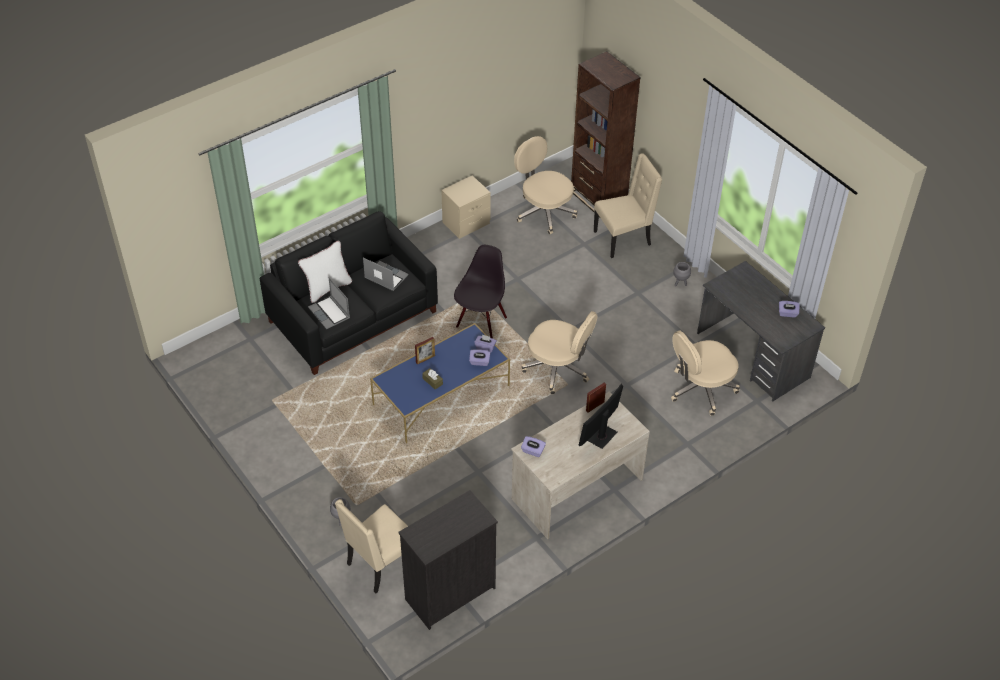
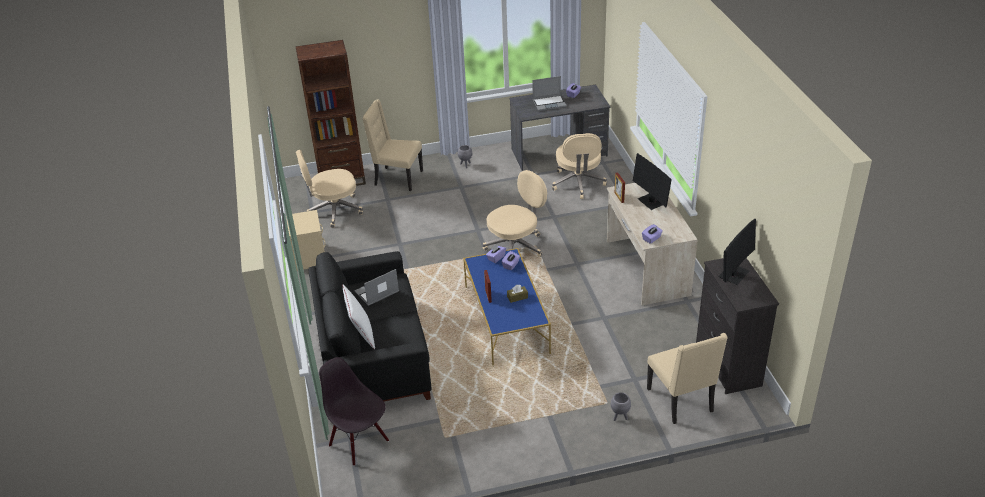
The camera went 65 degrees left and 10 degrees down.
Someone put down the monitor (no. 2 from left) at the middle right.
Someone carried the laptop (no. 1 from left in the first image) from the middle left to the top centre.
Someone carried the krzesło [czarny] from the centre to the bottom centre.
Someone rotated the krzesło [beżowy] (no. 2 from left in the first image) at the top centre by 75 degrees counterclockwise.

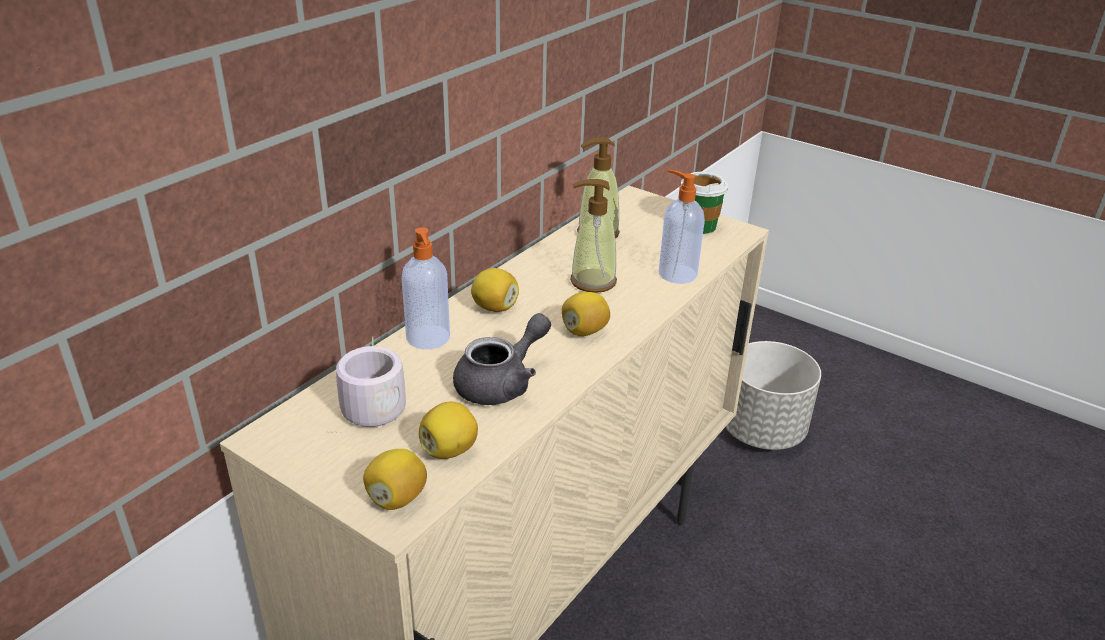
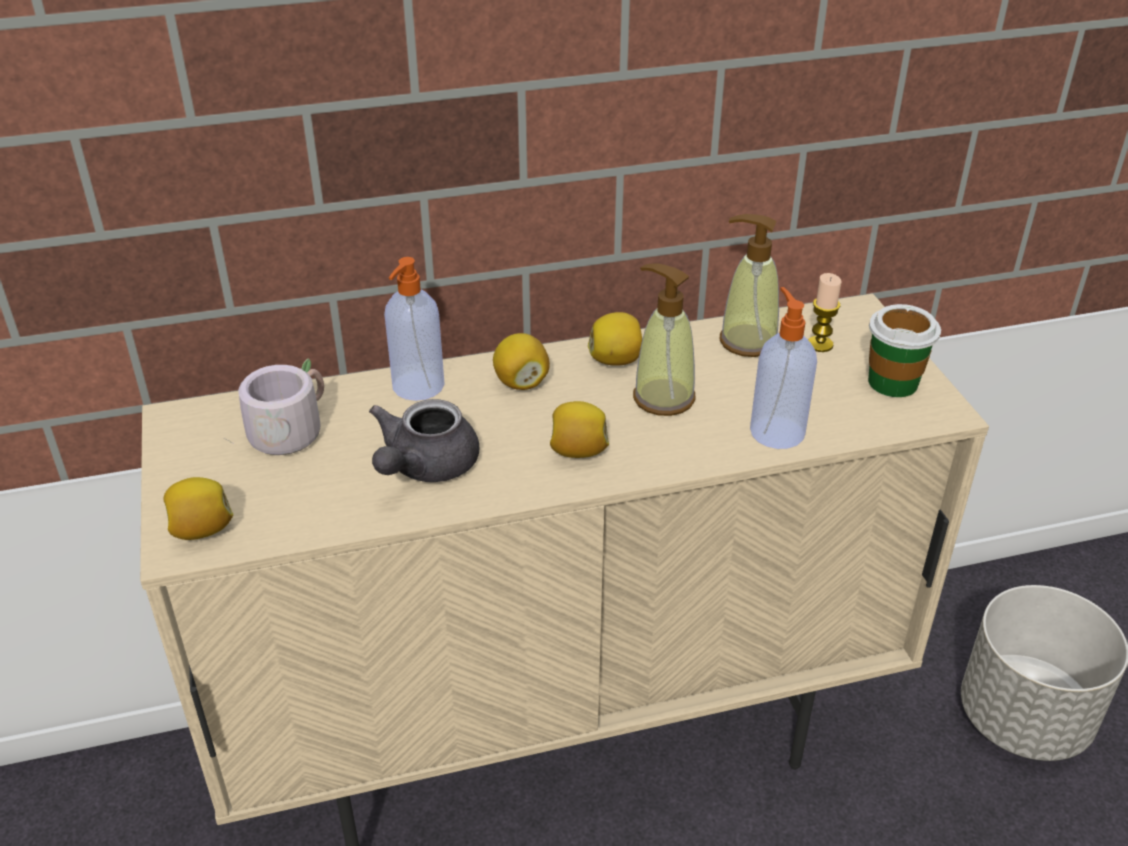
The camera went 40 degrees right and 5 degrees up.
Someone put down the świeca at the middle right.
Someone carried the cytryna (no. 2 from left in the first image) from the bottom centre to the centre.
Someone rotated the imbryk [szary] at the centre by 120 degrees clockwise.

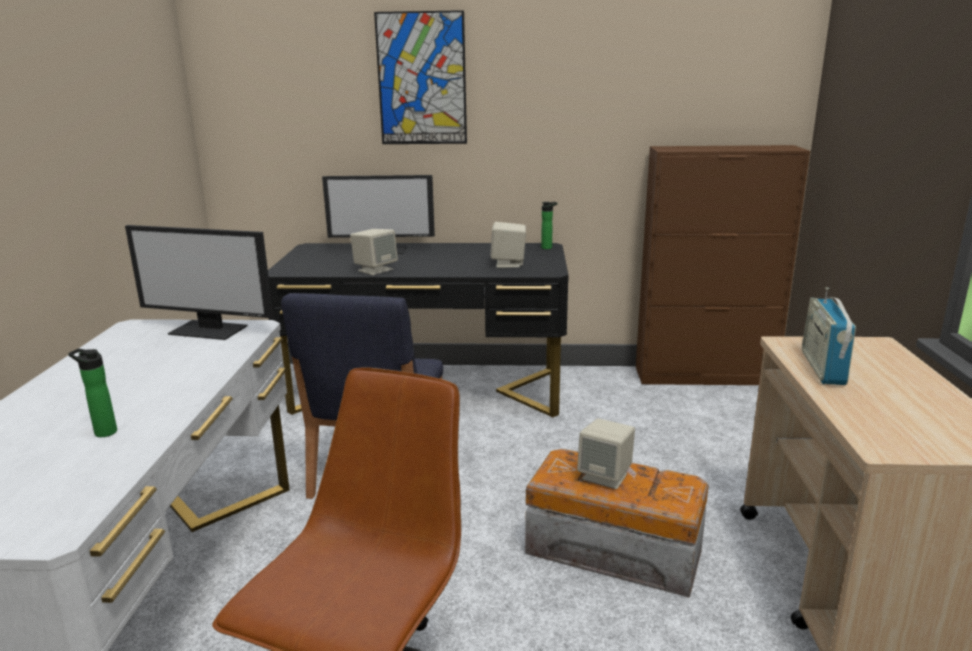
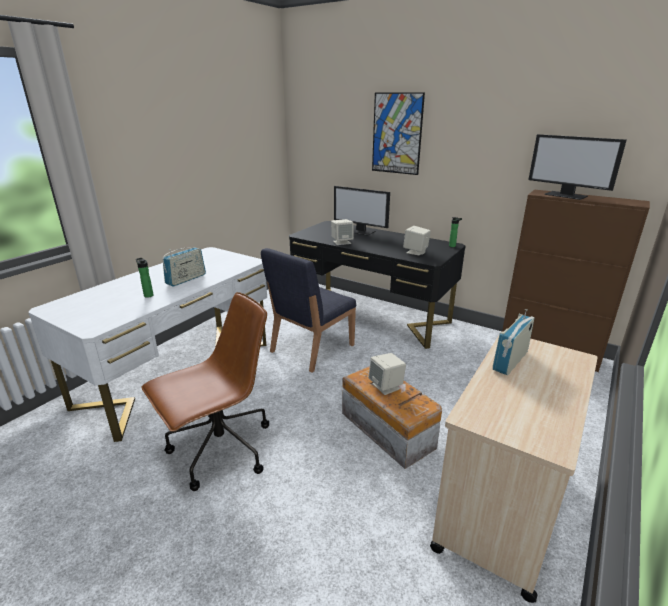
The camera went 30 degrees right and 5 degrees up.
Someone put down the radio (no. 1 from left) at the middle left.
Someone carried the monitor (no. 1 from left in the first image) from the middle left to the top right.

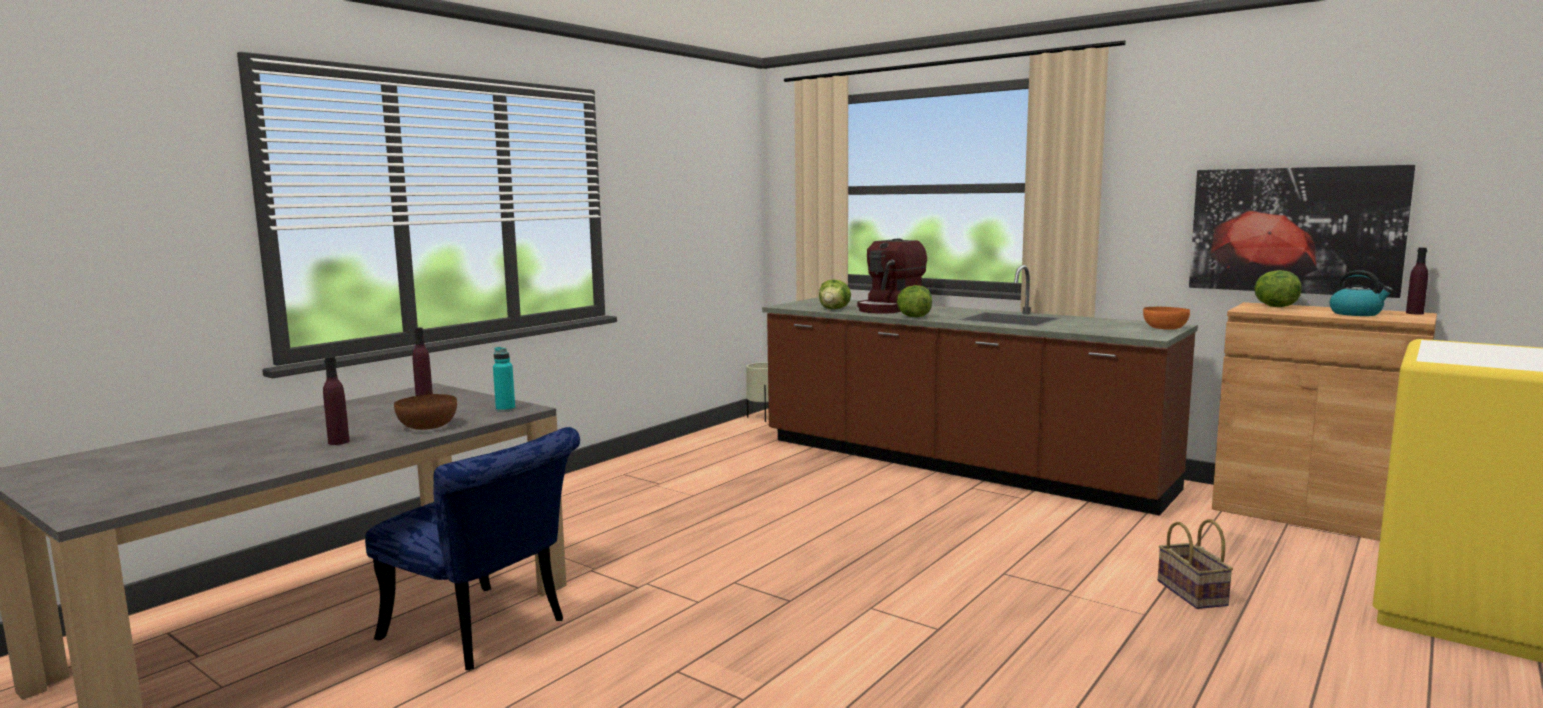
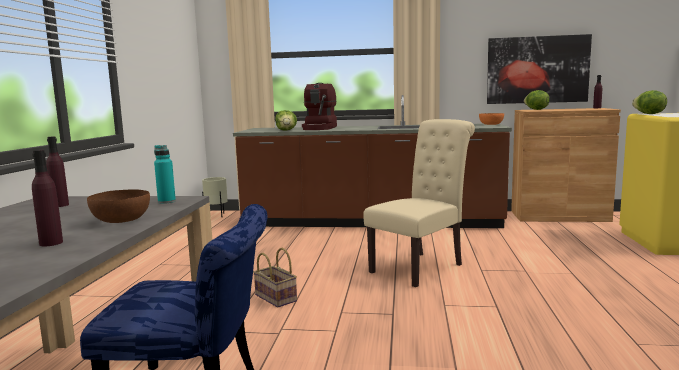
The camera went 30 degrees left and 0 degrees up.
Someone took away the czajnik at the middle right.
Someone put down the krzesło [beżowy] at the centre.
Someone carried the sałata (no. 2 from left in the first image) from the centre to the top right.
Someone carried the koszyk from the bottom right to the bottom centre.

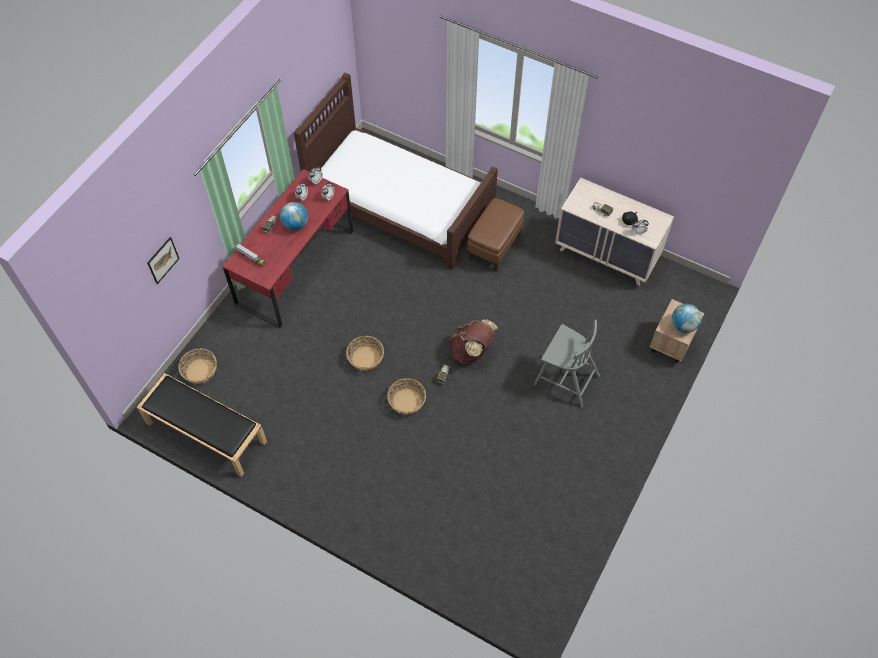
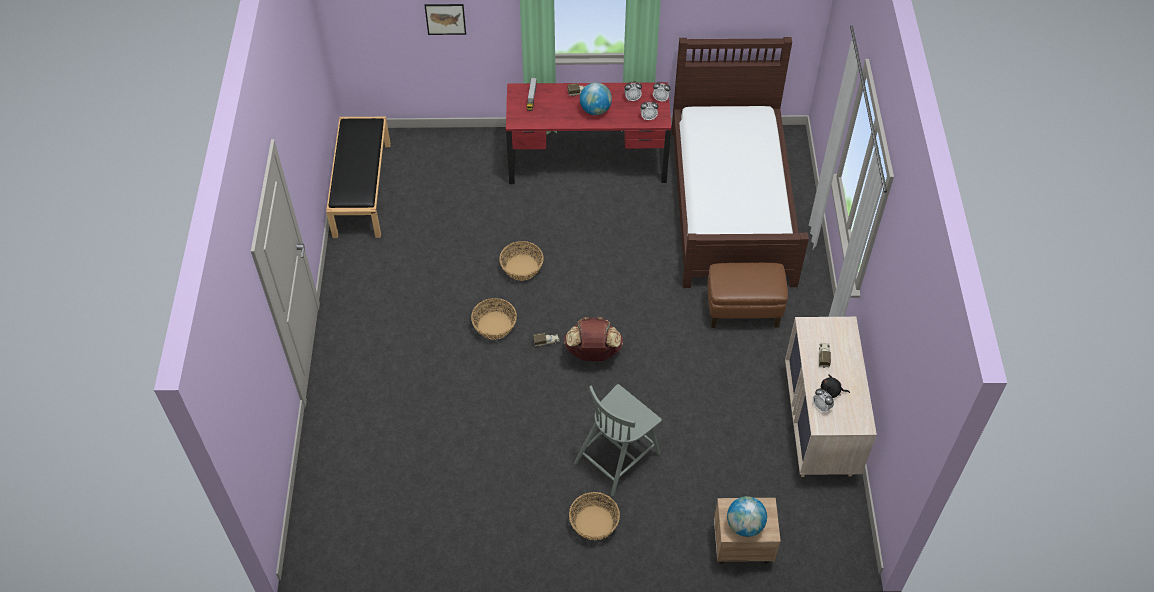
The camera went 60 degrees right and 5 degrees down.
Someone carried the koszyk (no. 1 from left in the first image) from the middle left to the bottom centre.
Someone rotated the krzesło [szary] at the centre by 45 degrees clockwise.

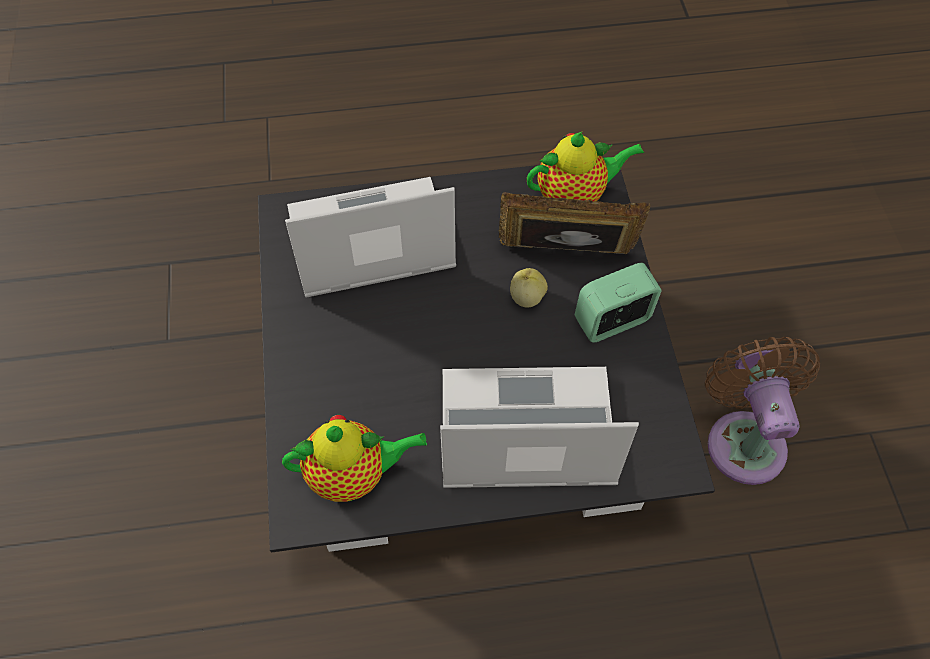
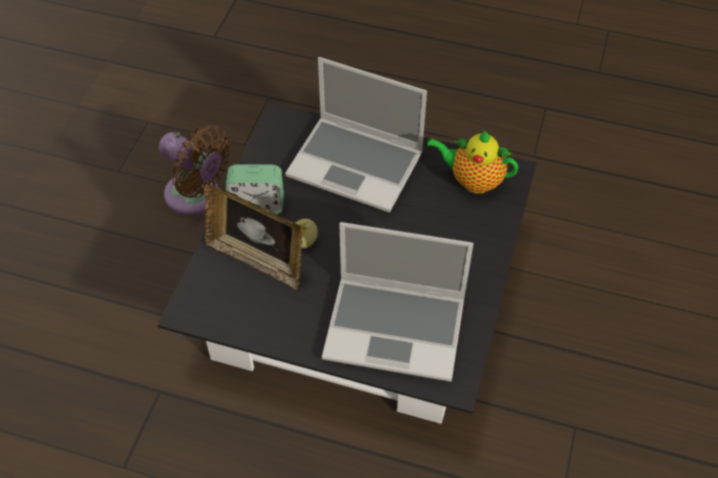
The camera went 155 degrees left and 5 degrees down.
Someone took away the imbryk (no. 2 from left) at the top centre.
Someone rotated the wentylator [brązowy] at the middle right by 75 degrees counterclockwise.

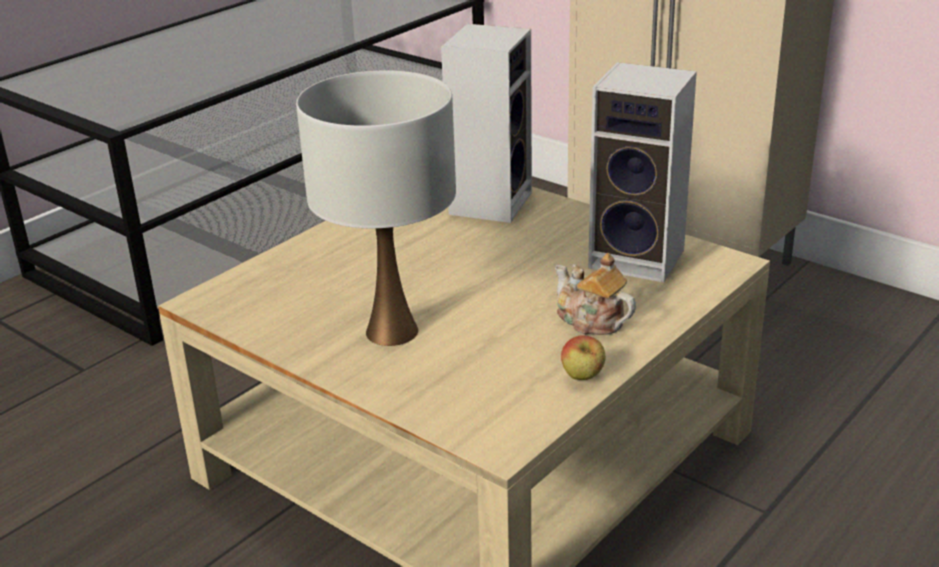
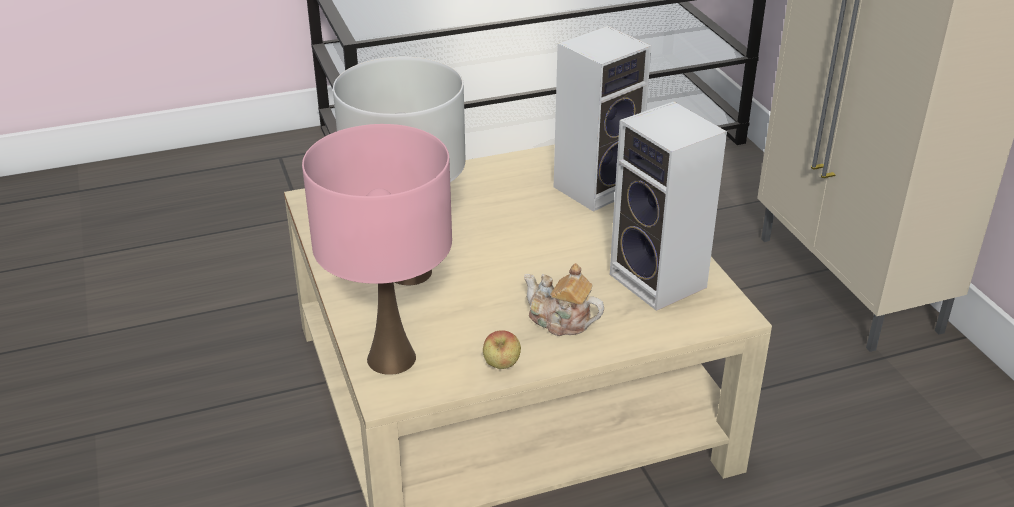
The camera went 30 degrees right and 5 degrees up.
Someone put down the lampa stołowa [różowy] at the centre.
Someone rotated the imbryk at the centre by 45 degrees counterclockwise.

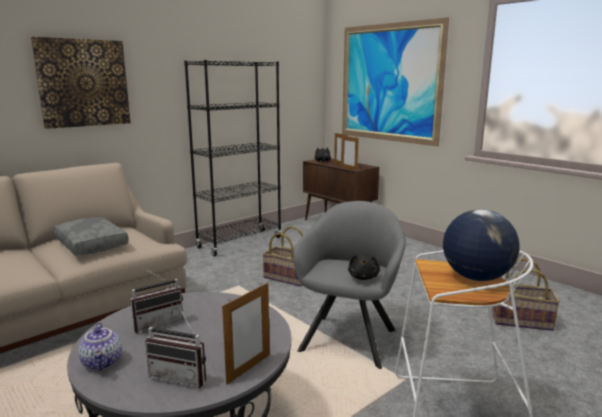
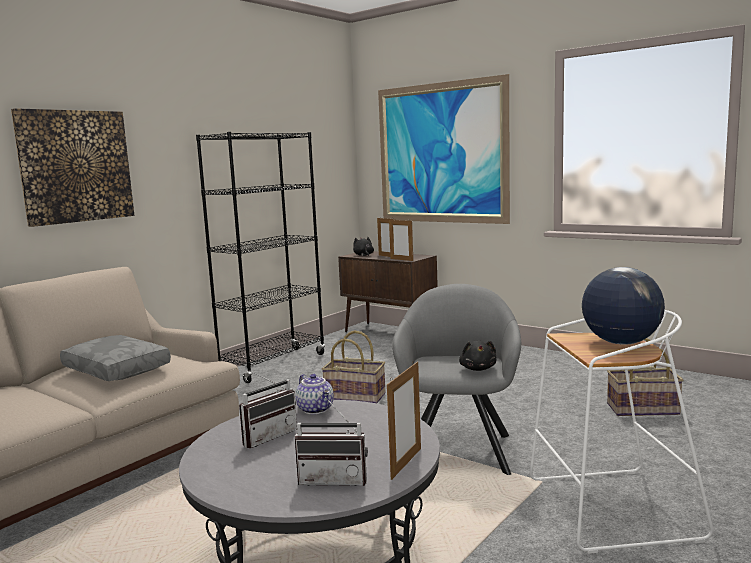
The camera went 10 degrees left and 5 degrees down.
Someone carried the imbryk from the bottom left to the bottom centre.

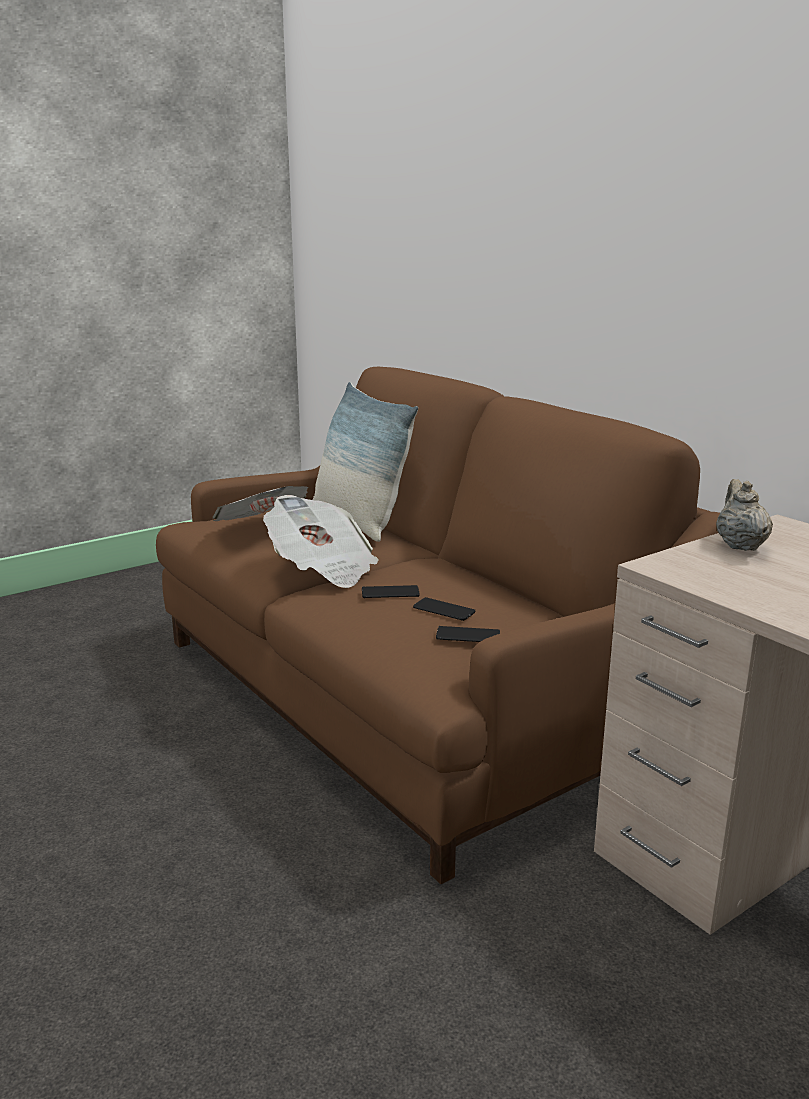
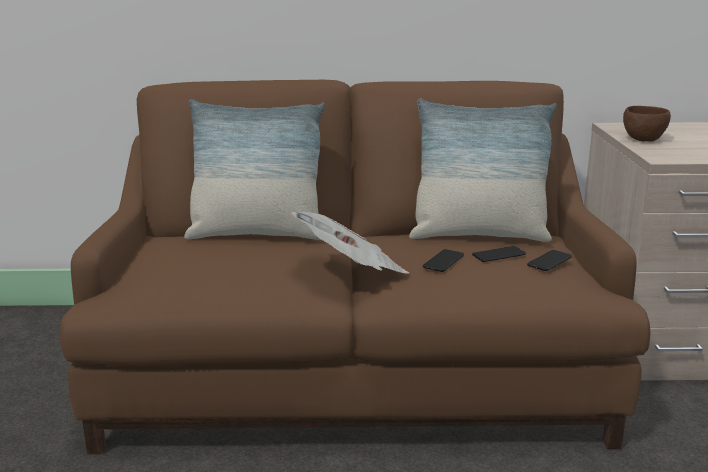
The camera went 55 degrees left and 0 degrees up.
Someone took away the gazeta (no. 1 from left) at the middle left.
Someone put down the poduszka (no. 2 from left) at the middle right.
Someone swapped the imbryk [beżowy] at the middle right for the miska [brązowy] at the top right.

